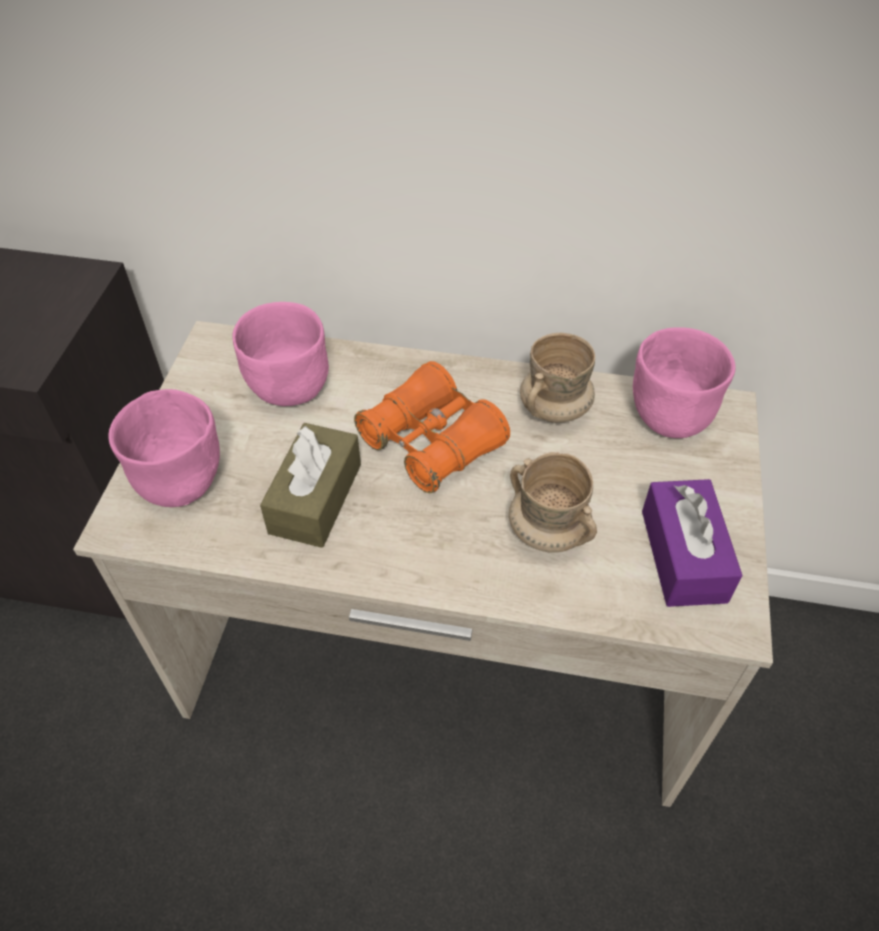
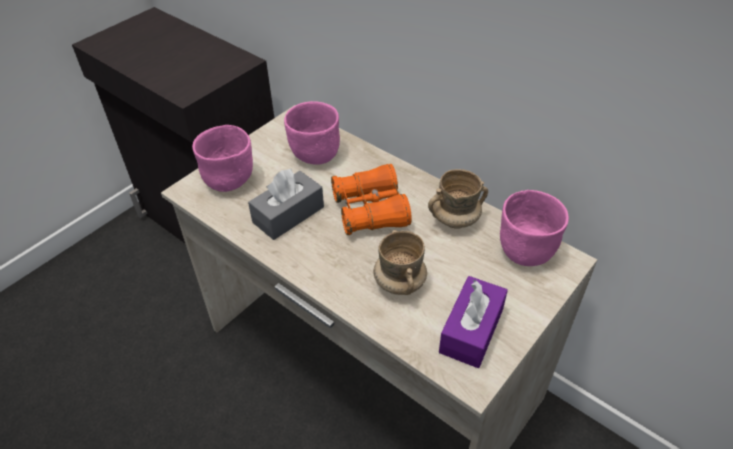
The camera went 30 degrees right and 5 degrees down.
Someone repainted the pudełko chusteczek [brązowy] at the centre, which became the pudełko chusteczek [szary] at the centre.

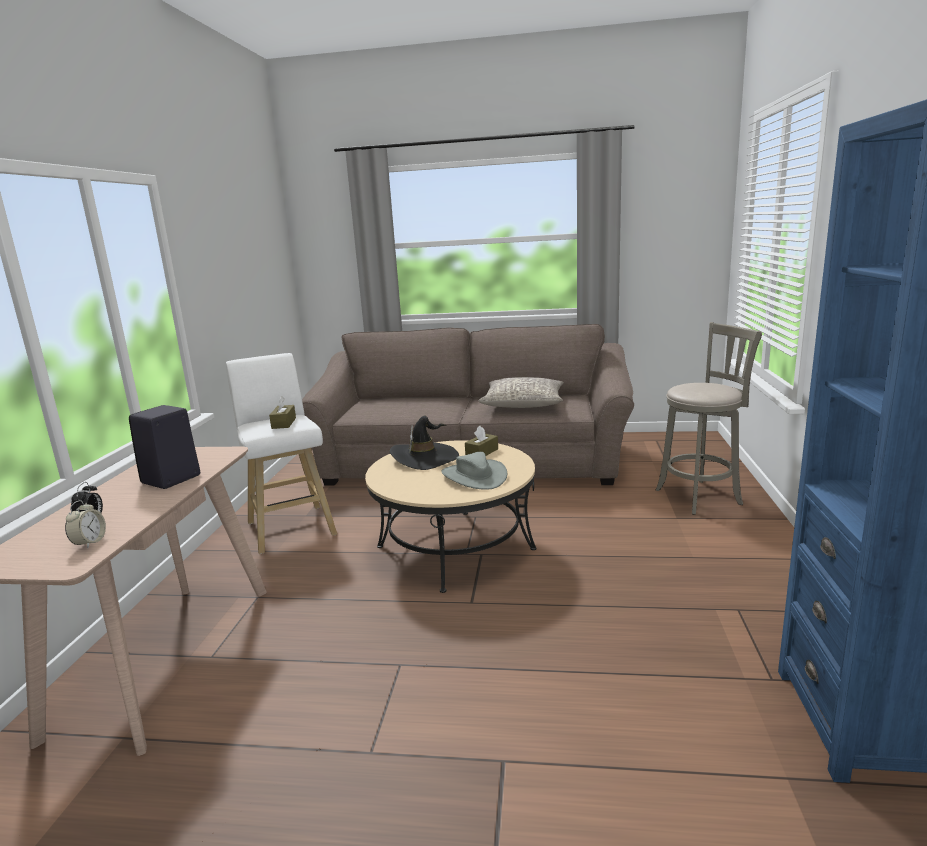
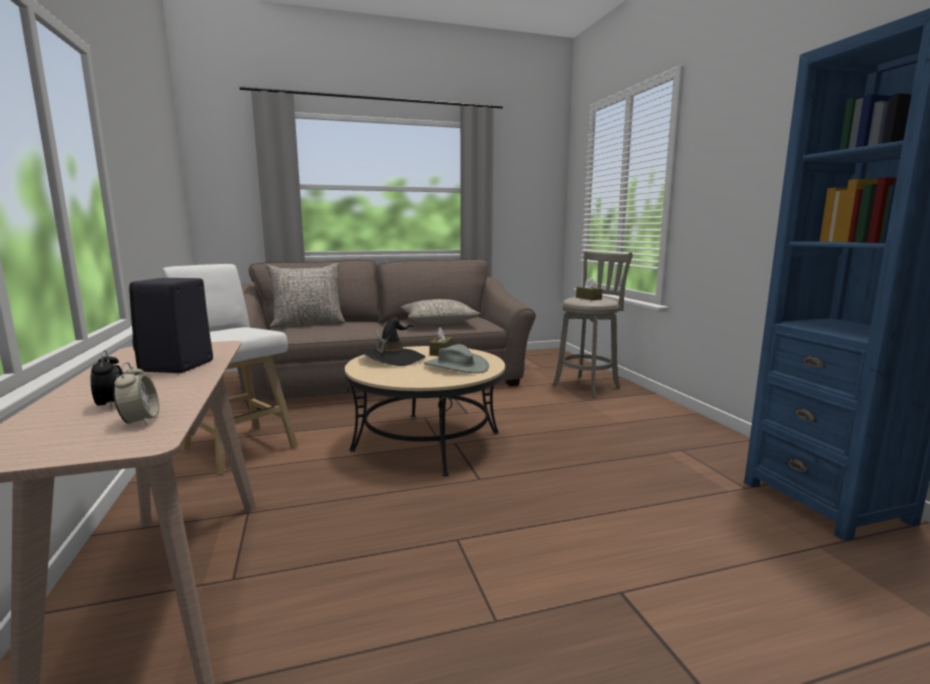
The camera went 25 degrees left and 5 degrees down.
Someone put down the poduszka [szary] (no. 1 from left) at the middle left.
Someone carried the pudełko chusteczek [brązowy] (no. 1 from left in the first image) from the middle left to the centre.

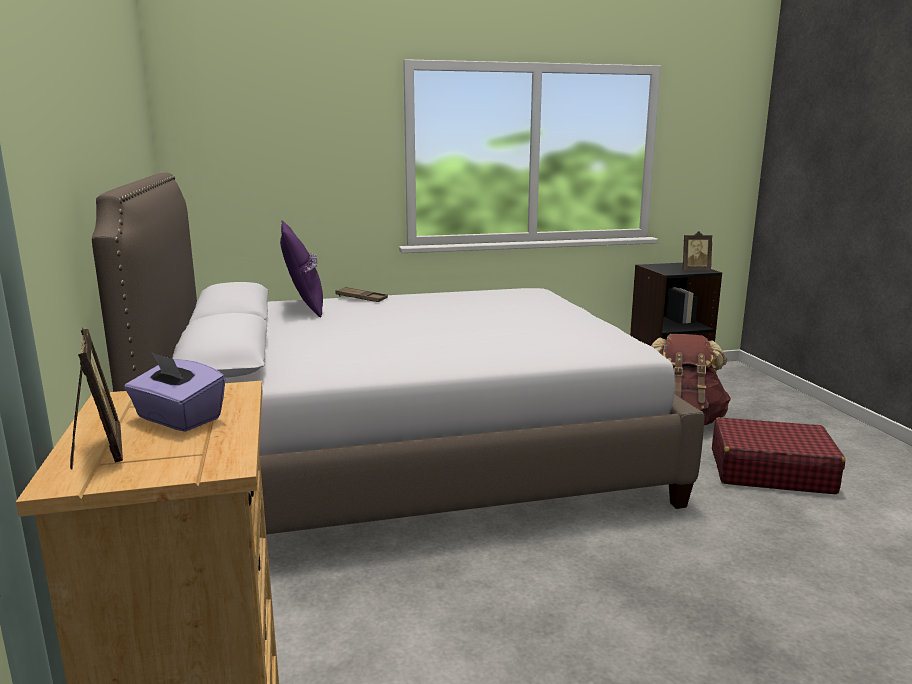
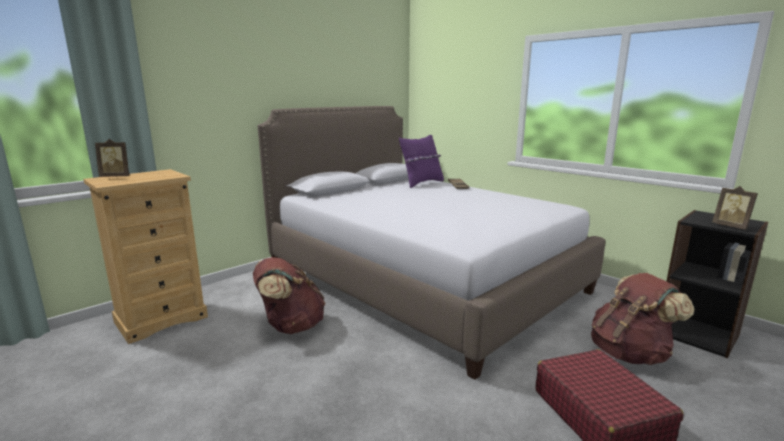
The camera went 60 degrees right and 0 degrees up.
Someone took away the pudełko chusteczek [fioletowy] at the middle left.
Someone put down the plecak [brązowy] (no. 1 from left) at the bottom centre.
Someone rotated the ramka na zdjęcie (no. 1 from left) at the middle left by 45 degrees clockwise.

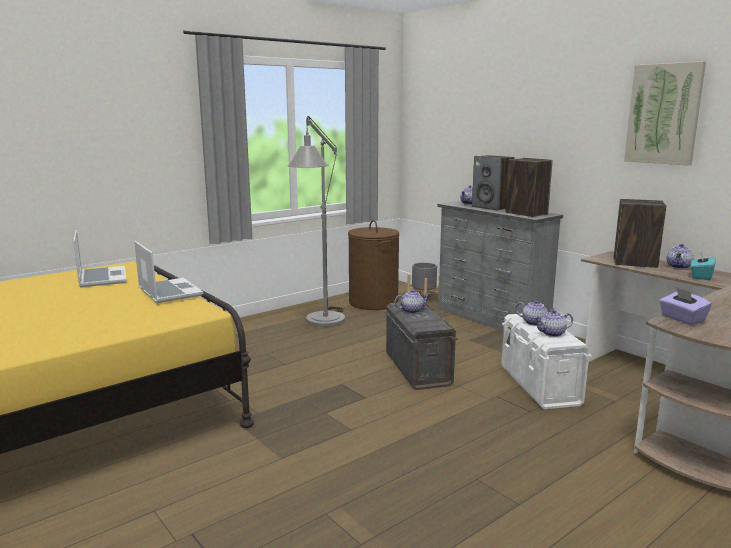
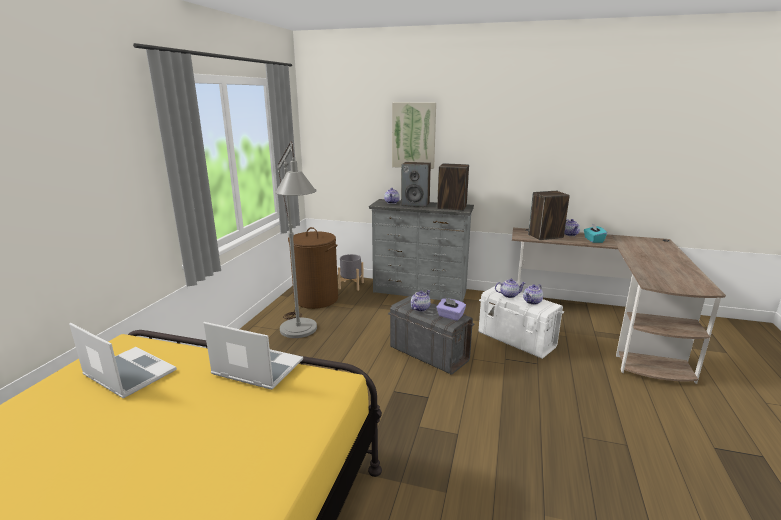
The camera went 35 degrees left and 5 degrees up.
Someone carried the obraz from the top right to the top centre.
Someone carried the pudełko chusteczek [fioletowy] from the middle right to the centre.

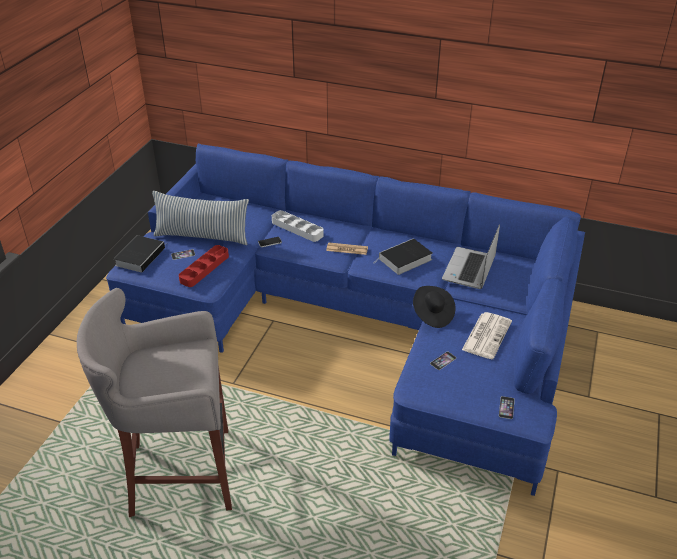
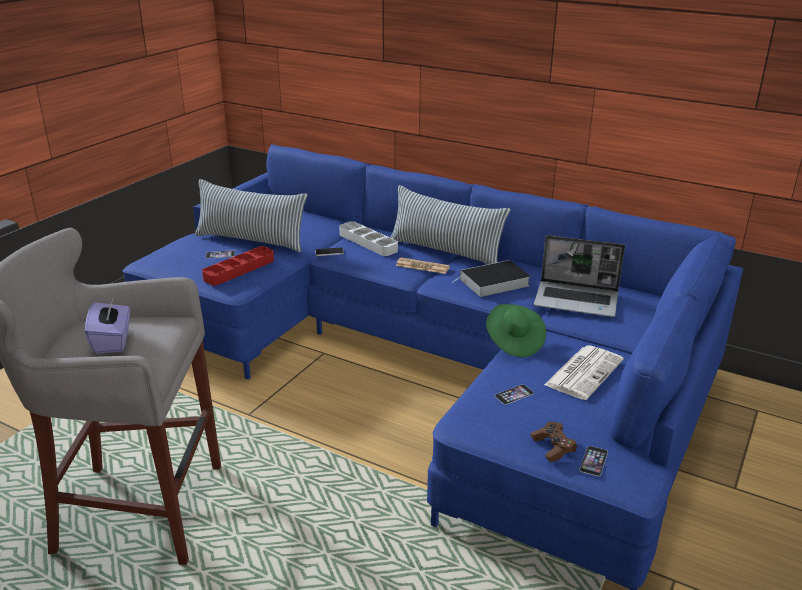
The camera went 10 degrees right and 10 degrees down.
Someone took away the książka (no. 1 from left) at the middle left.
Someone put down the pudełko chusteczek [fioletowy] at the middle left.
Someone put down the poduszka (no. 2 from left) at the centre.
Someone put down the pad do gier [brązowy] at the bottom right.
Someone repainted the kapelusz [czarny] at the centre, which became the kapelusz [zielony] at the centre.
Someone rotated the laptop at the middle right by 105 degrees counterclockwise.

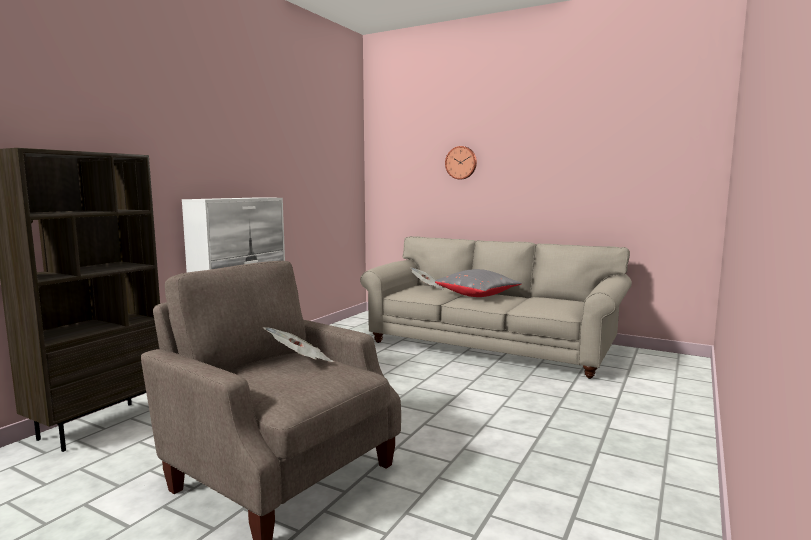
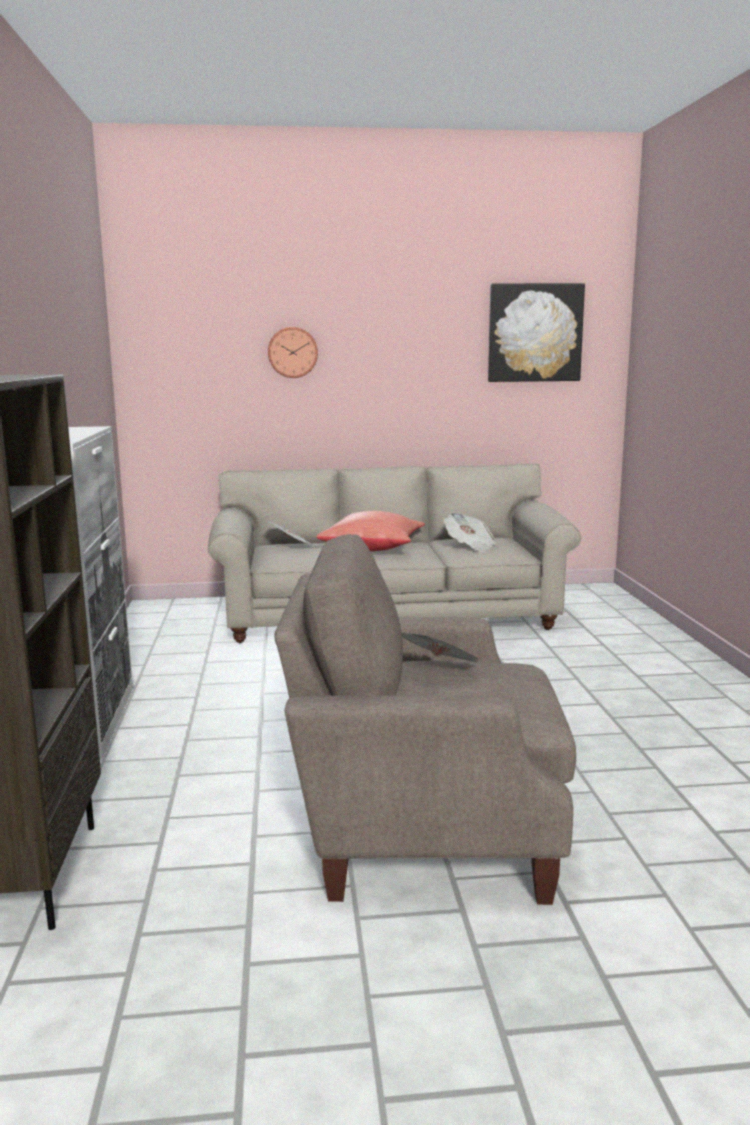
The camera went 35 degrees left and 5 degrees up.
Someone put down the gazeta (no. 3 from left) at the centre.
Someone put up the obraz at the top right.
Someone repainted the poduszka [szary] at the centre, which became the poduszka [czerwony] at the centre.

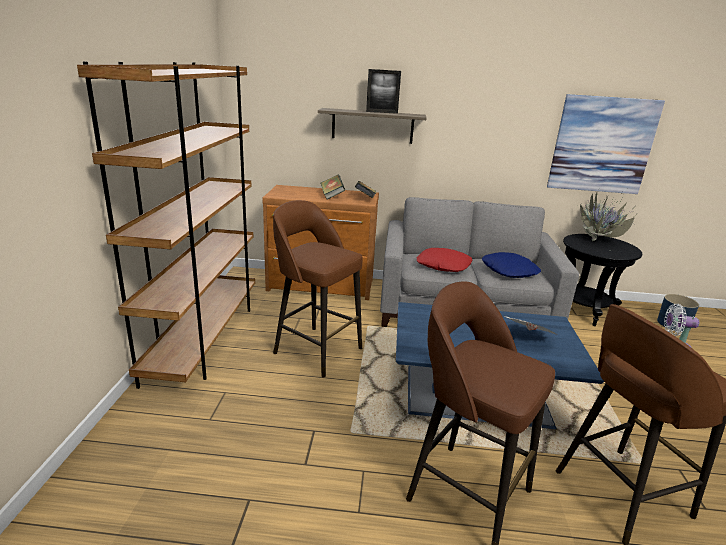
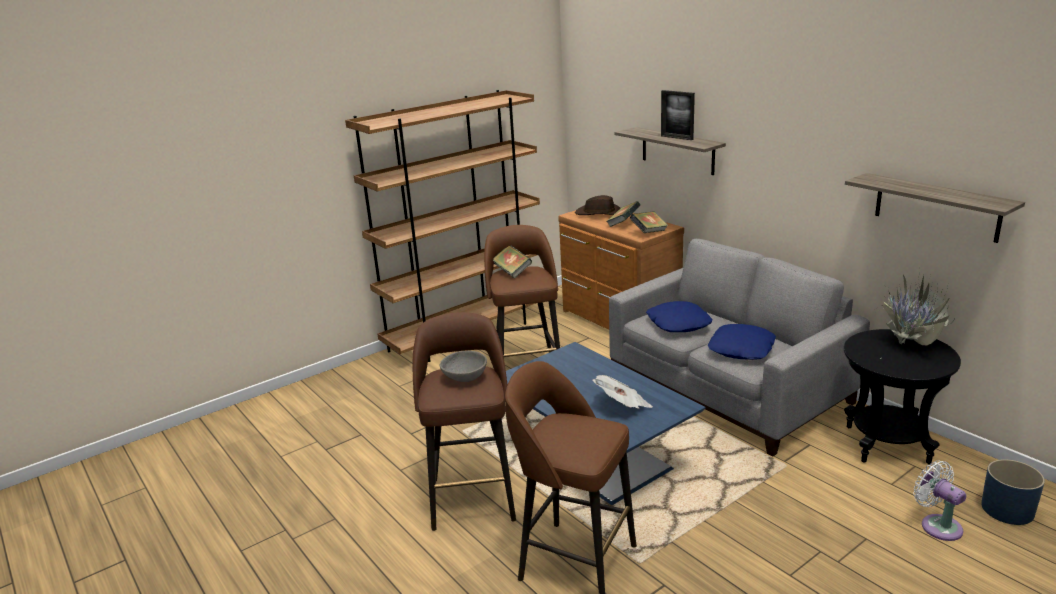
The camera went 50 degrees right and 0 degrees up.
Someone put down the miska [szary] at the centre.
Someone put down the książka (no. 1 from left) at the centre.
Someone put down the kapelusz [brązowy] at the centre.
Someone swapped the obraz at the top right for the półka (no. 2 from left) at the middle right.
Someone repainted the poduszka [czerwony] at the centre, which became the poduszka [niebieski] (no. 1 from left) at the centre.

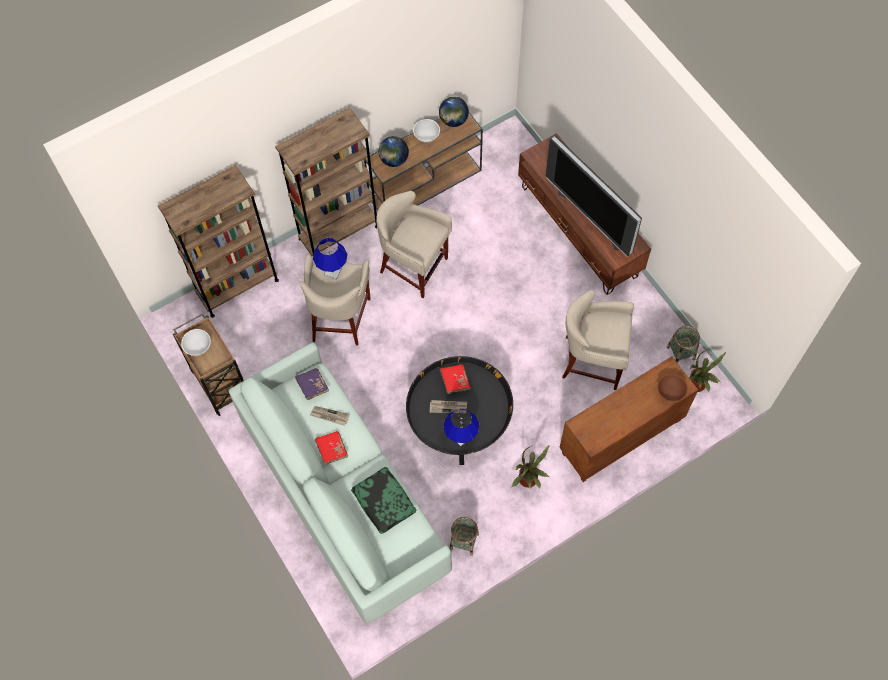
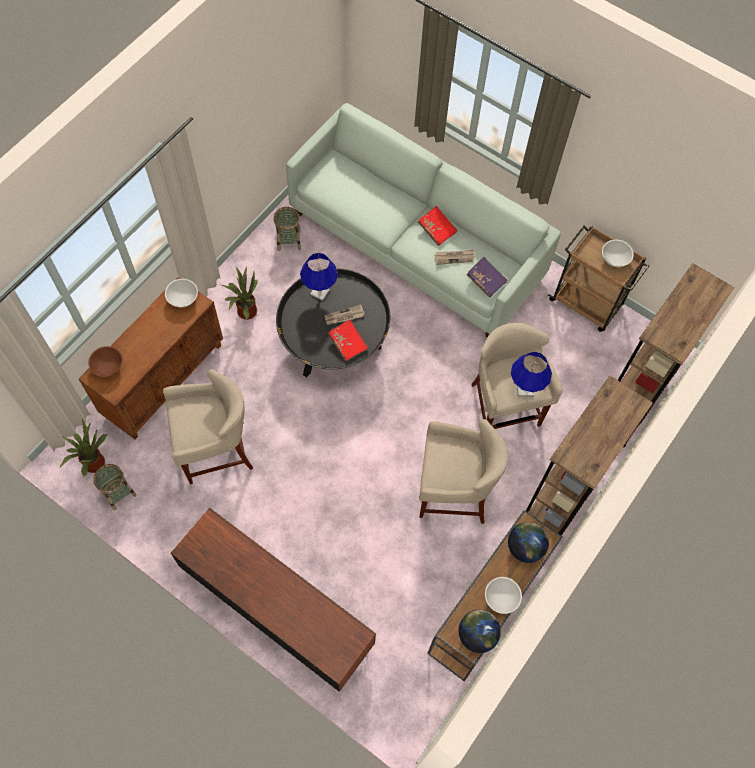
The camera went 155 degrees right and 0 degrees up.
Someone took away the poduszka at the bottom centre.
Someone took away the telewizor at the top right.
Someone put down the miska [biały] (no. 1 from left) at the middle left.

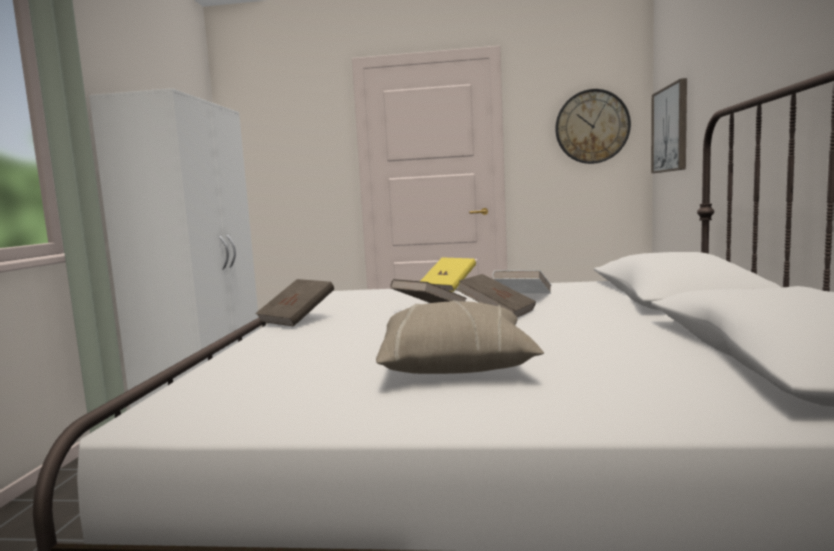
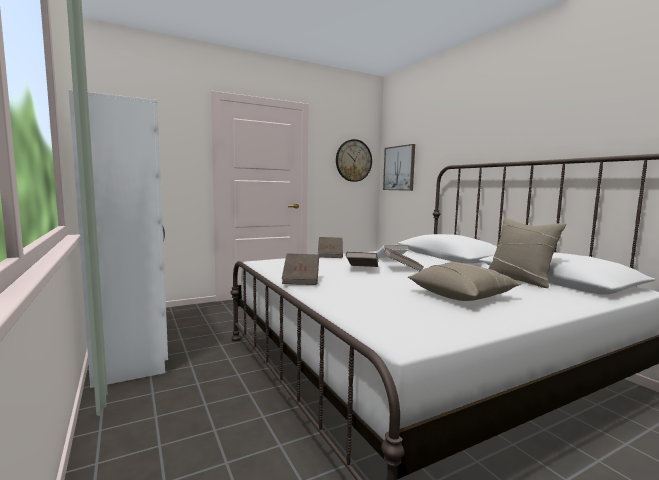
The camera went 35 degrees left and 0 degrees up.
Someone put down the poduszka [beżowy] (no. 2 from left) at the middle right.
Someone repainted the książka [żółty] at the centre, which became the książka [brązowy] (no. 2 from left) at the centre.

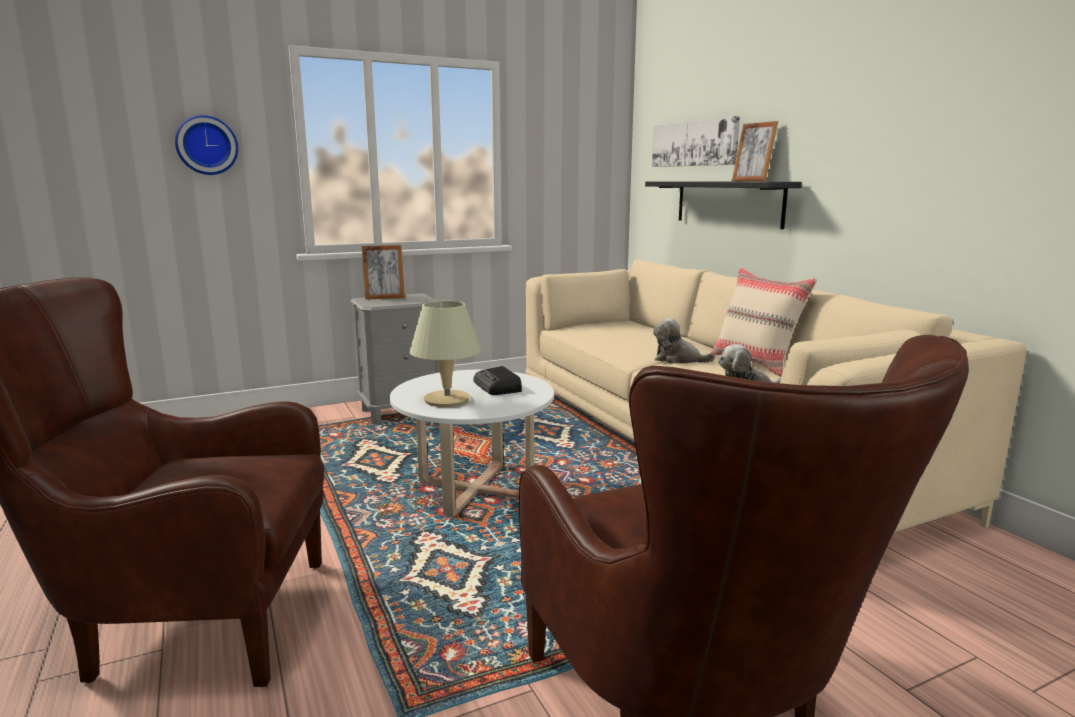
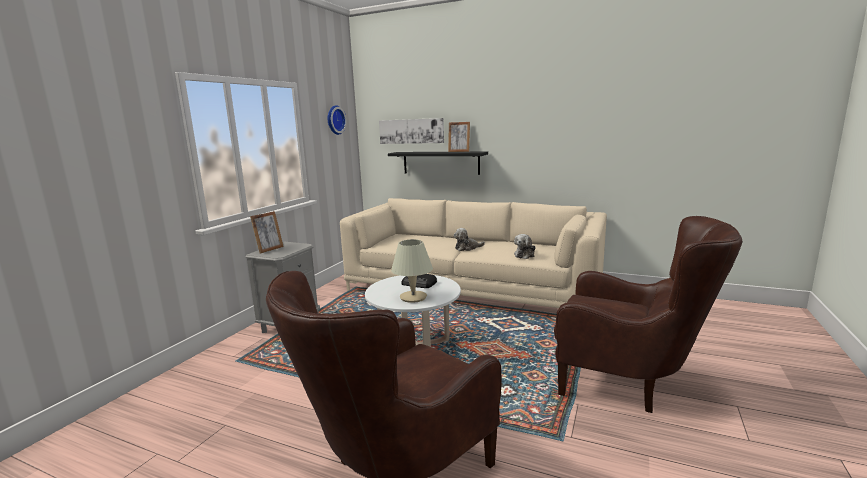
The camera went 40 degrees left and 0 degrees up.
Someone took away the poduszka [beżowy] at the middle right.
Someone carried the zegar ścienny from the top left to the top centre.

